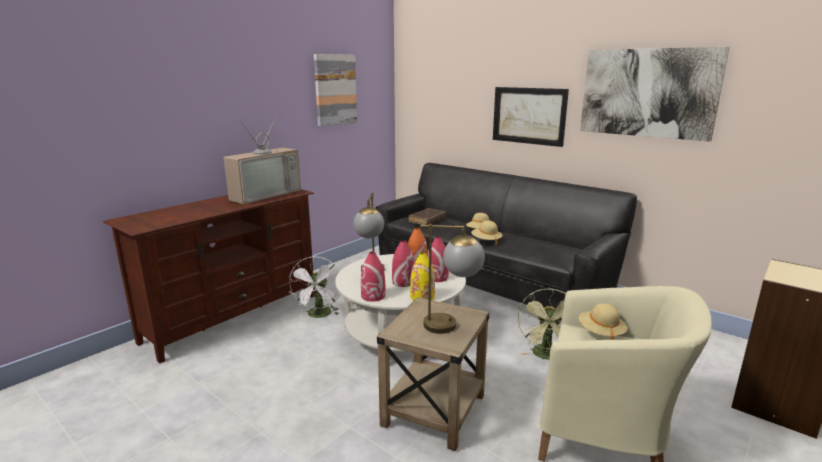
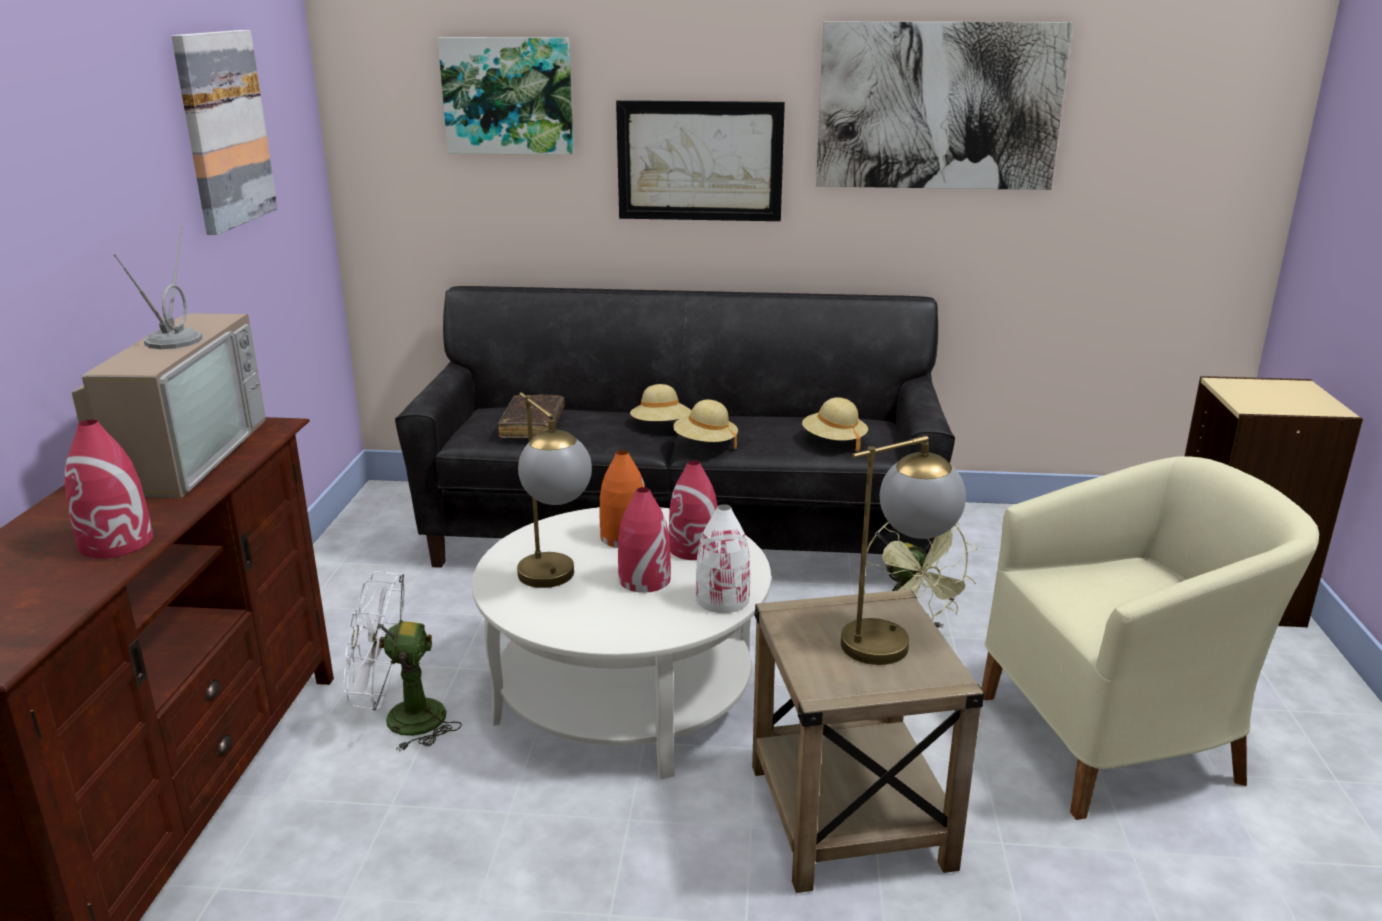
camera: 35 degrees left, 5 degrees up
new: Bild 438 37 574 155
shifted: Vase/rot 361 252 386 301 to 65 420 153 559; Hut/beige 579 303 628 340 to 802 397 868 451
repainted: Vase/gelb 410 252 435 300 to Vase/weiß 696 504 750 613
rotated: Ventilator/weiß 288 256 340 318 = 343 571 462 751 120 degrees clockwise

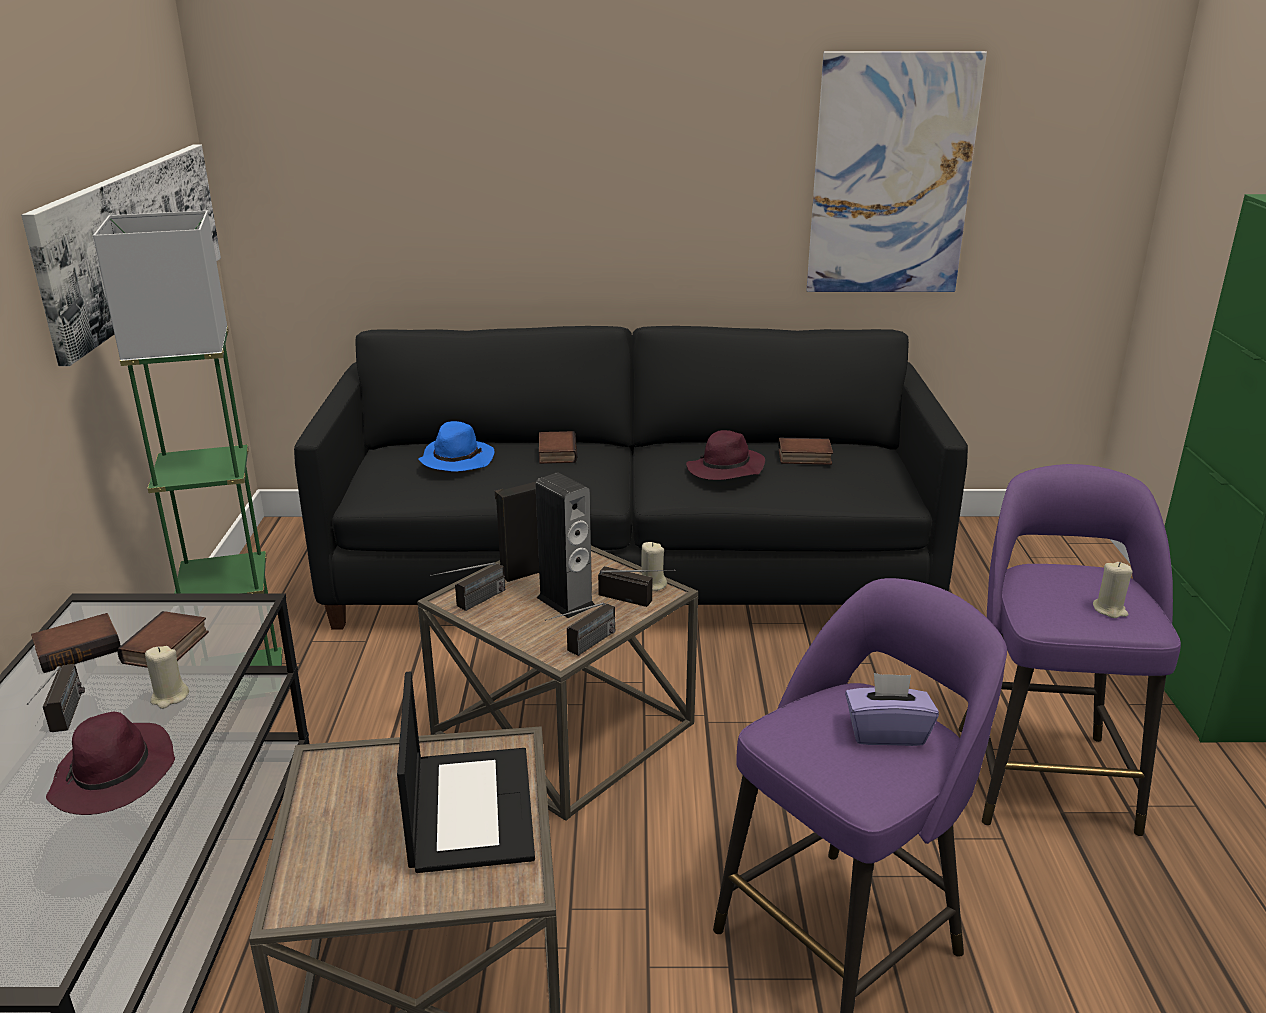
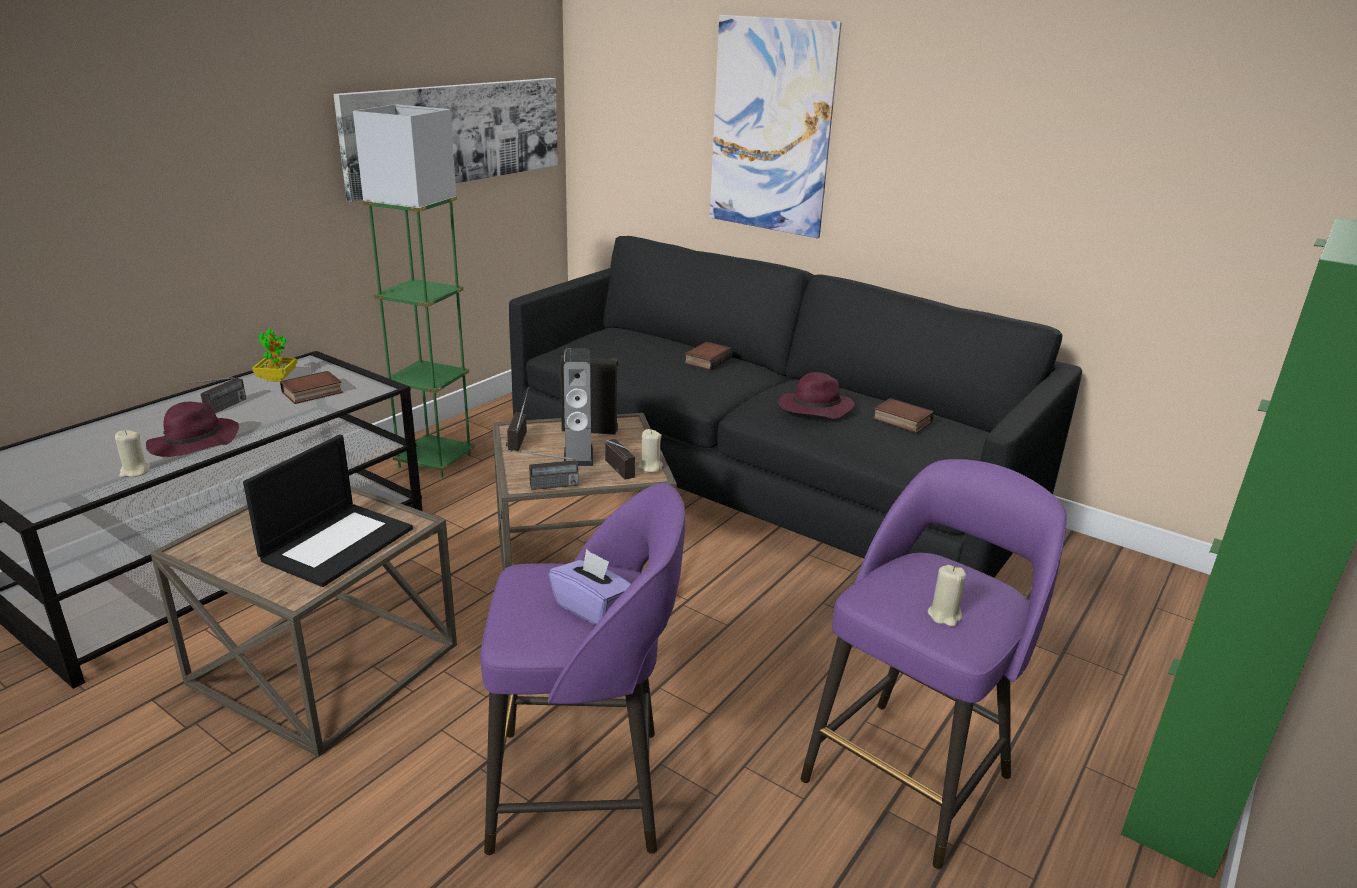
camera: 35 degrees right, 0 degrees up
gone: Hut/blau 418 421 494 472
shifted: Kerze/beige 145 646 189 709 to 115 430 150 477; Bild 806 51 987 292 to 710 15 842 238
swapped: Buch 31 613 121 673 to Topfpflanze 252 329 297 381
rotated: Radio 430 562 505 611 = 506 388 529 451 105 degrees clockwise

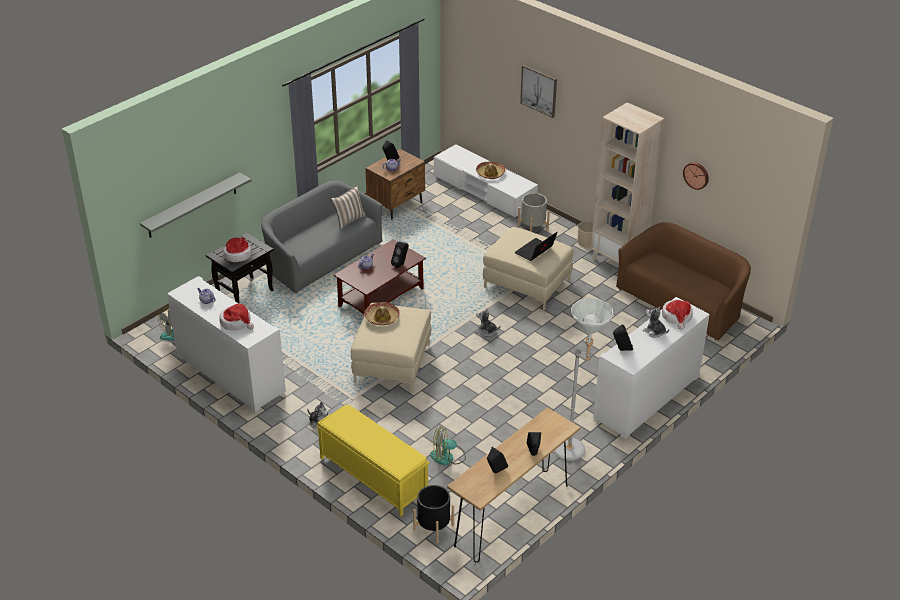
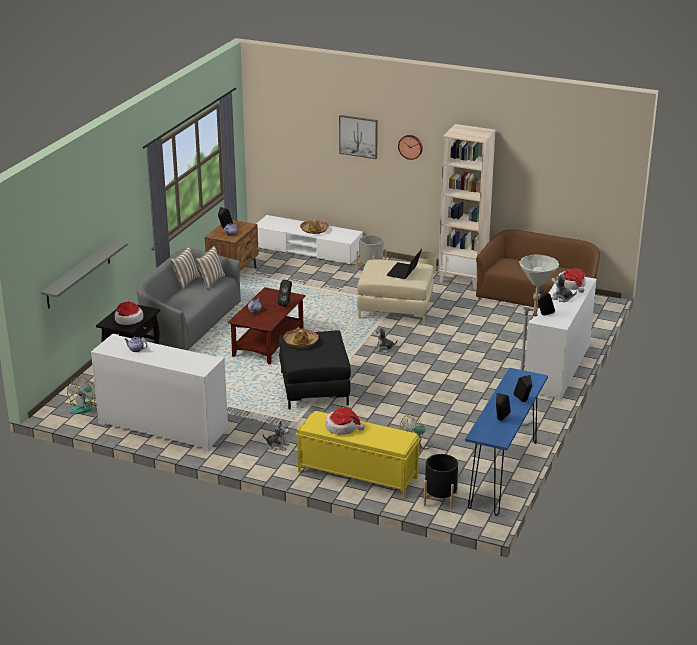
camera: 20 degrees left, 10 degrees down
new: Kissen 170 246 200 290
shifted: Hut 219 303 254 330 to 325 407 365 435; Wanduhr 683 162 709 190 to 398 135 423 160
repainted: Polsterhocker/beige 351 303 431 392 to Polsterhocker/schwarz 279 330 351 409; Konsolentisch/braun 447 407 580 563 to Konsolentisch/blau 465 368 548 516

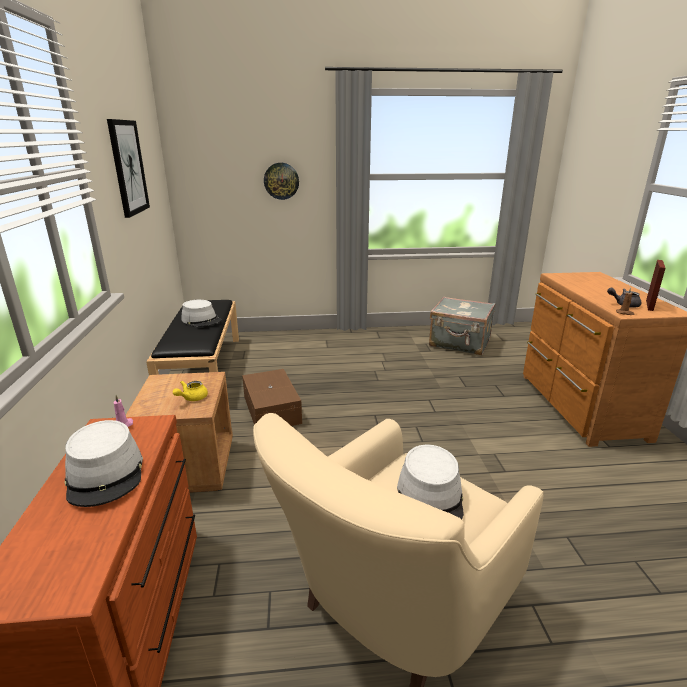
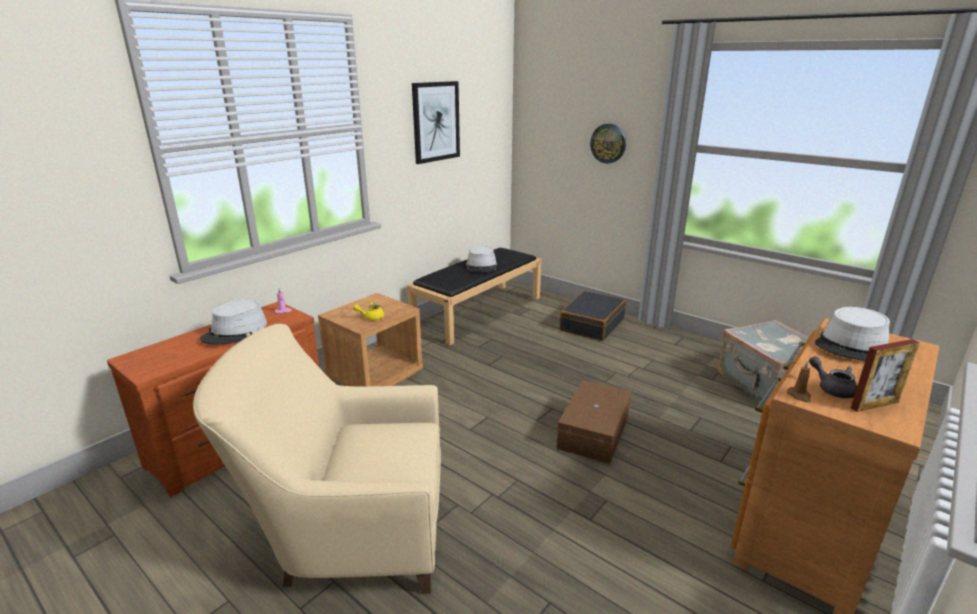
camera: 45 degrees right, 0 degrees up
new: Koffer/schwarz 559 291 626 341
shifted: Aufbewahrungsbox/braun 242 369 302 426 to 556 380 631 464; Hut/grau 397 445 464 519 to 815 307 890 361

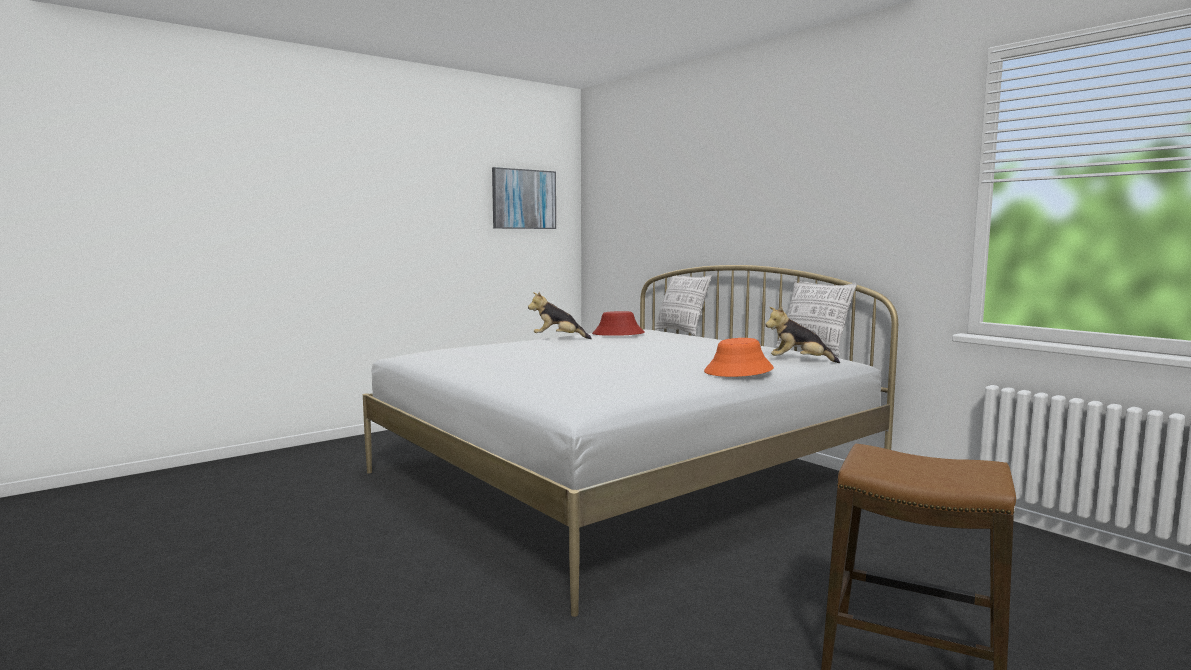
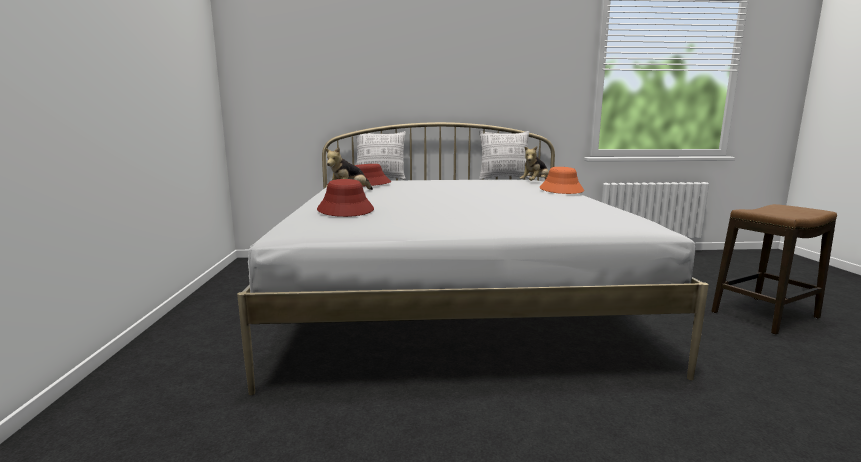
camera: 55 degrees left, 5 degrees up
gone: Bild 492 167 556 229
new: Hut/rot 317 179 374 217

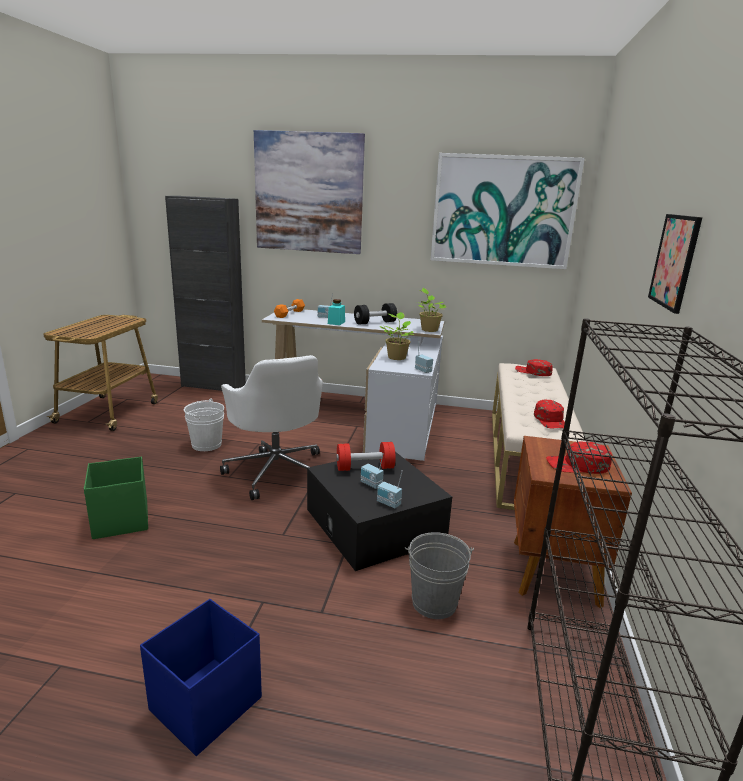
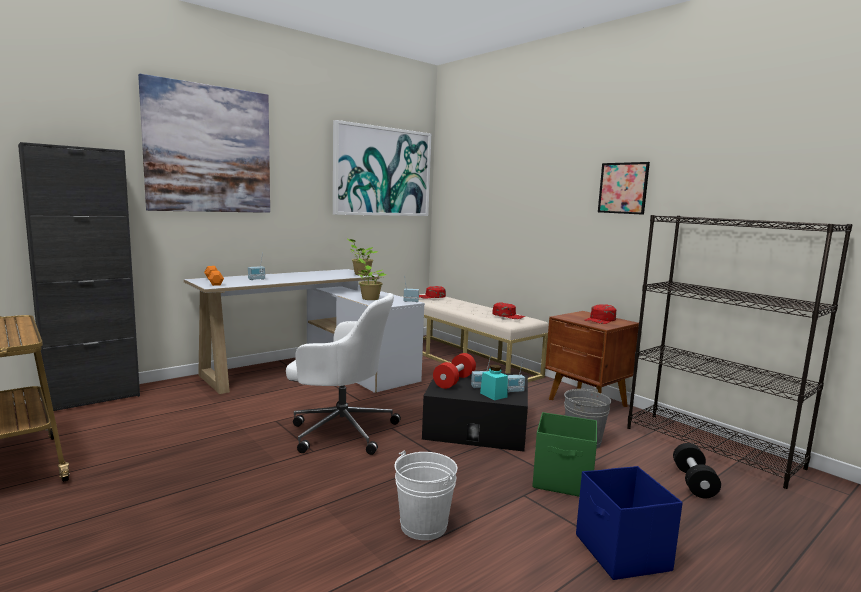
camera: 50 degrees left, 10 degrees down
shifted: Aufbewahrungsbox/grün 84 456 148 539 to 533 412 597 497; Eimer/weiß 184 399 224 451 to 395 451 457 540; Vorratsglas/türkis 328 299 345 325 to 480 365 508 400; Hantel/schwarz 354 303 397 325 to 673 443 721 498

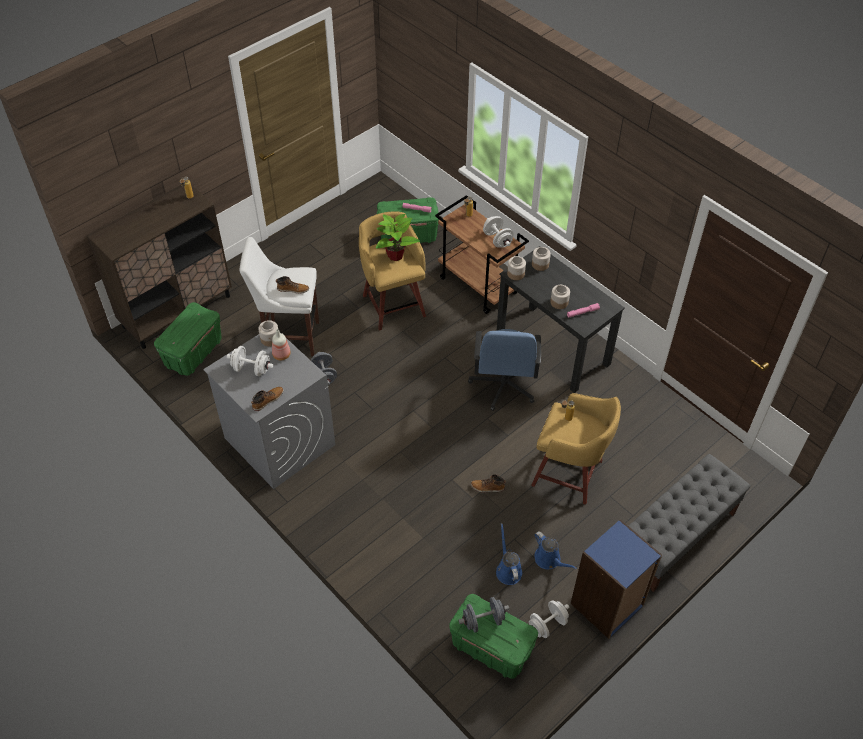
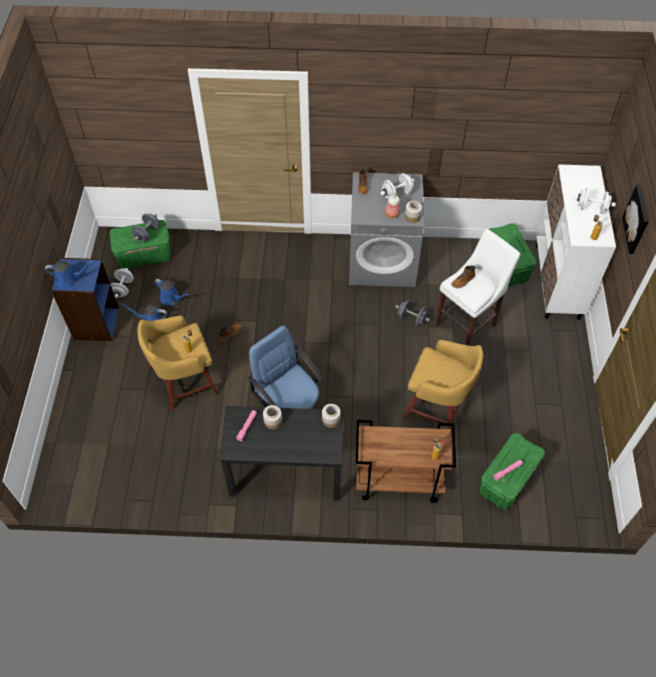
camera: 135 degrees right, 5 degrees up
gone: Topfpflanze 376 214 420 261; Vorratsglas 532 247 551 271; Bank/grau 628 454 750 592
new: Gießkanne/blau 44 261 93 289; Bild 622 185 649 254
shifted: Hantel/weiß 483 216 514 248 to 574 188 616 214
repainted: Schrank/braun 86 185 232 349 to Schrank/weiß 536 165 616 320

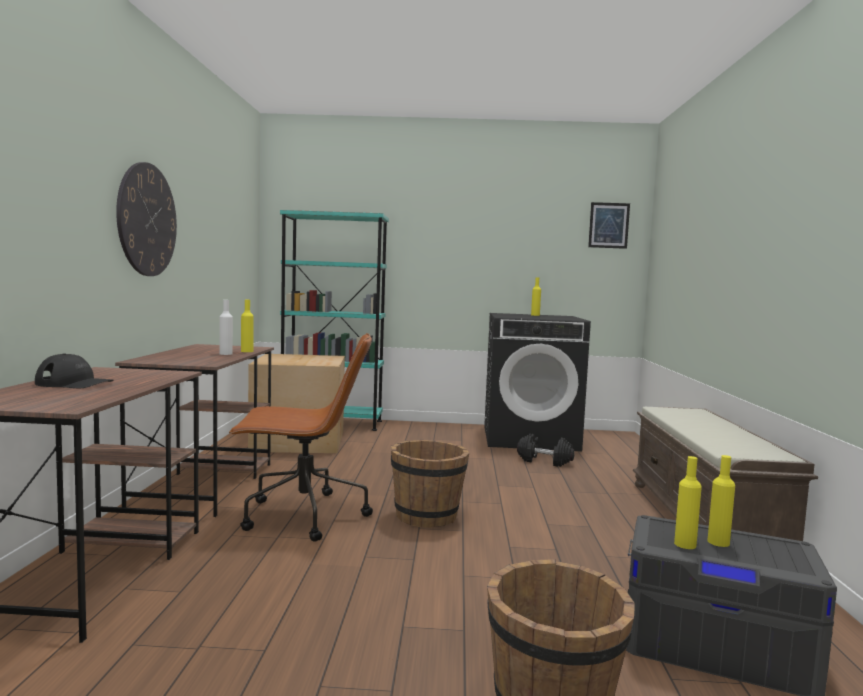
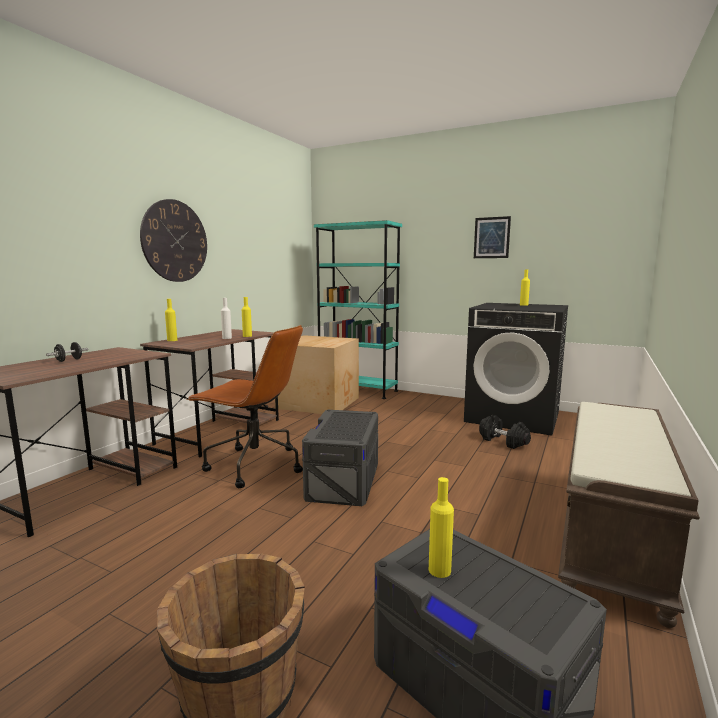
camera: 25 degrees right, 5 degrees up
shifted: Bild 588 202 630 249 to 474 216 511 258; Flasche/gelb 708 455 735 547 to 165 299 177 341
swapped: Kappe/schwarz 35 353 114 388 to Hantel/schwarz 46 342 88 362; Eimer/braun 391 440 469 528 to Aufbewahrungsbox/grau 302 410 378 506

